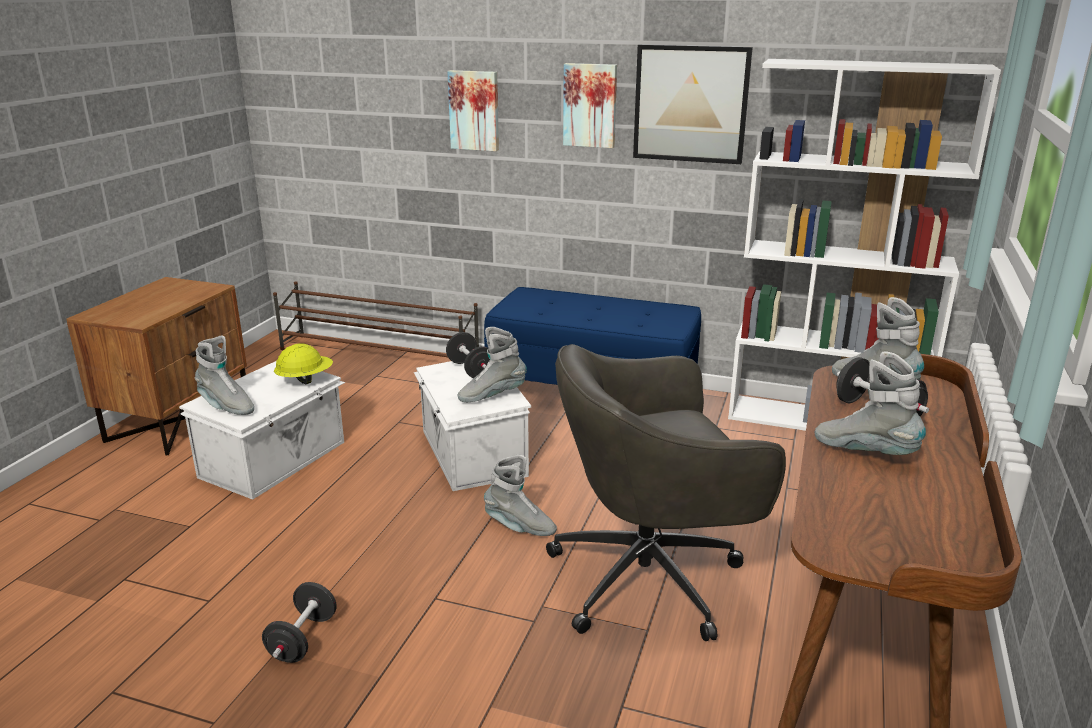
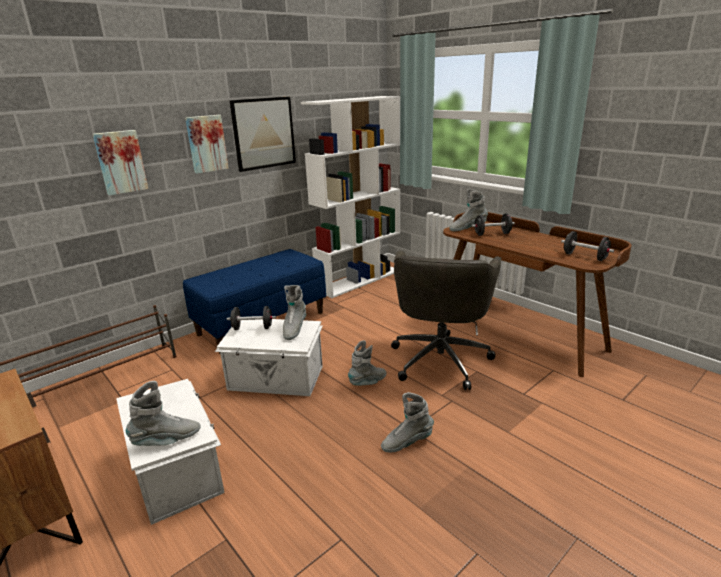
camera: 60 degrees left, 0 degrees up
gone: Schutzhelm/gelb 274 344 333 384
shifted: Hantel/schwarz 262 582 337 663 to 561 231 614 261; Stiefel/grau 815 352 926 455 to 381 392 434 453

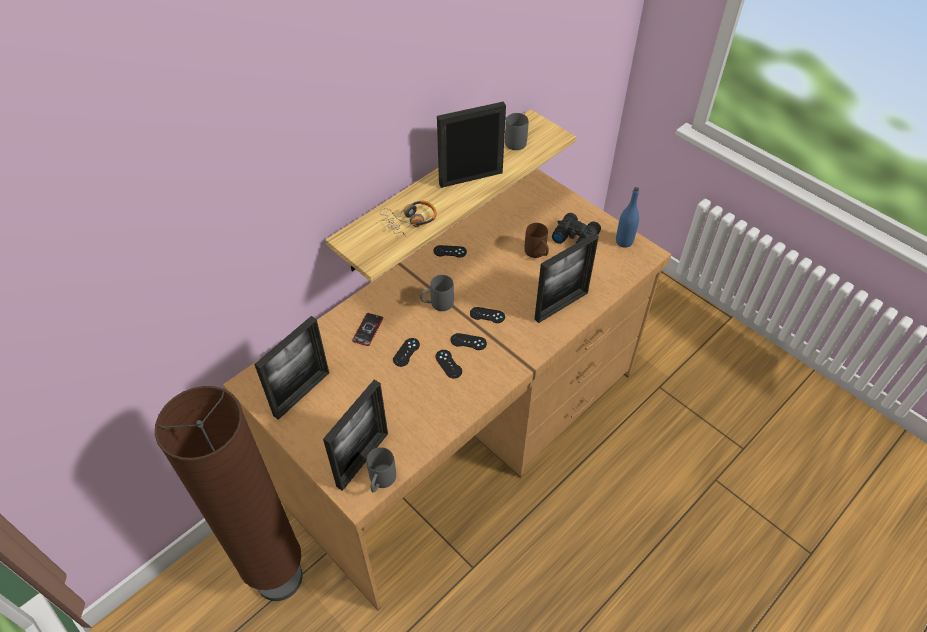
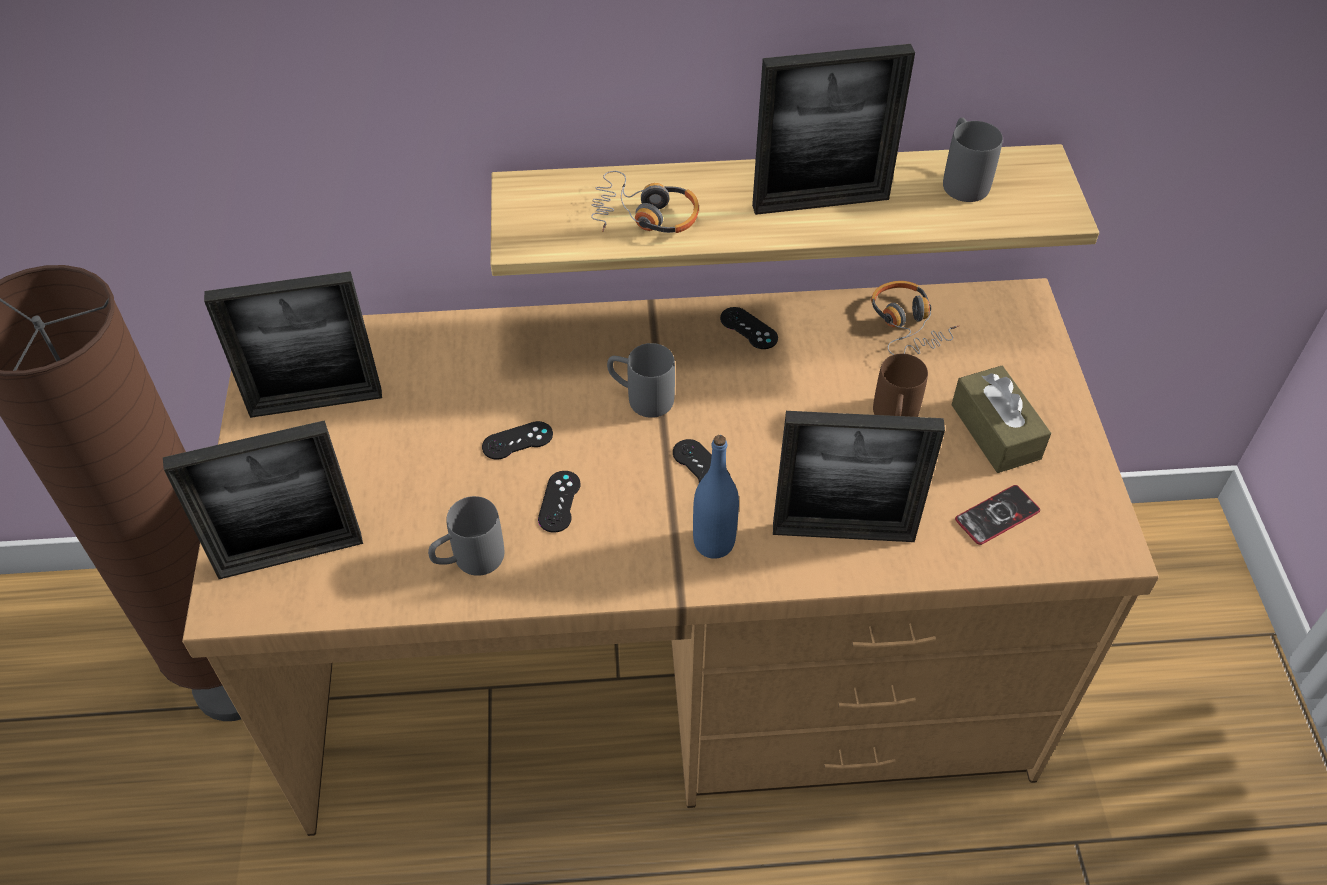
camera: 40 degrees right, 0 degrees up
gone: Gamepad/schwarz 451 333 487 350
new: Kopfhörer 871 281 960 355
shifted: Handy 352 313 383 346 to 955 485 1040 545; Henkelbecher/grau 367 447 396 492 to 428 496 504 576; Flasche/blau 616 187 639 248 to 693 435 739 559
swapped: Fernglas/schwarz 552 213 601 244 to Taschentuchbox/braun 951 366 1051 473
rotated: Bilderrahmen 437 101 506 188 = 752 44 915 215 150 degrees clockwise

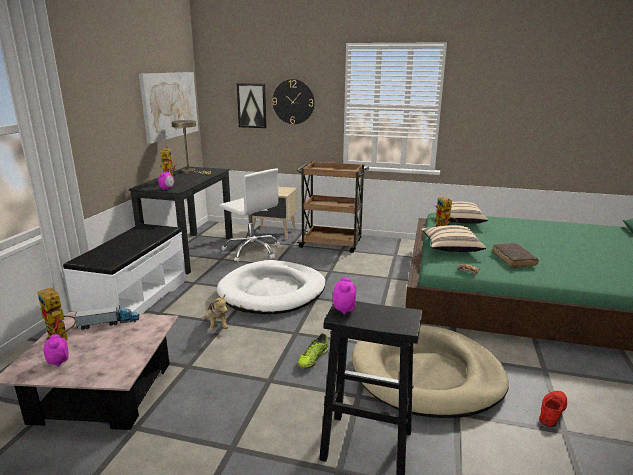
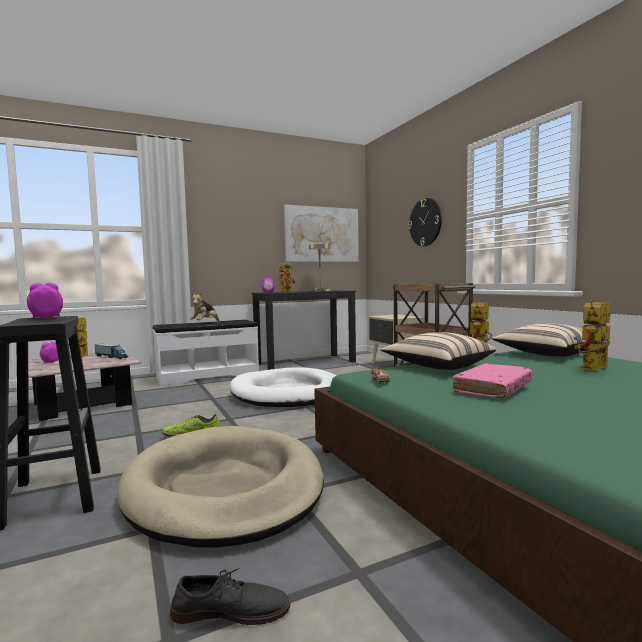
camera: 50 degrees right, 15 degrees down
gone: Bürostuhl/weiß 219 168 280 262; Bild 237 83 267 128
new: Spielzeugroboter 574 300 611 370
shifted: Plüschtier 202 293 228 331 to 190 292 219 321
repainted: Buch/braun 492 243 539 268 to Buch/rosa 453 363 532 398; Schuh/rot 539 391 567 427 to Schuh/grau 170 568 290 625

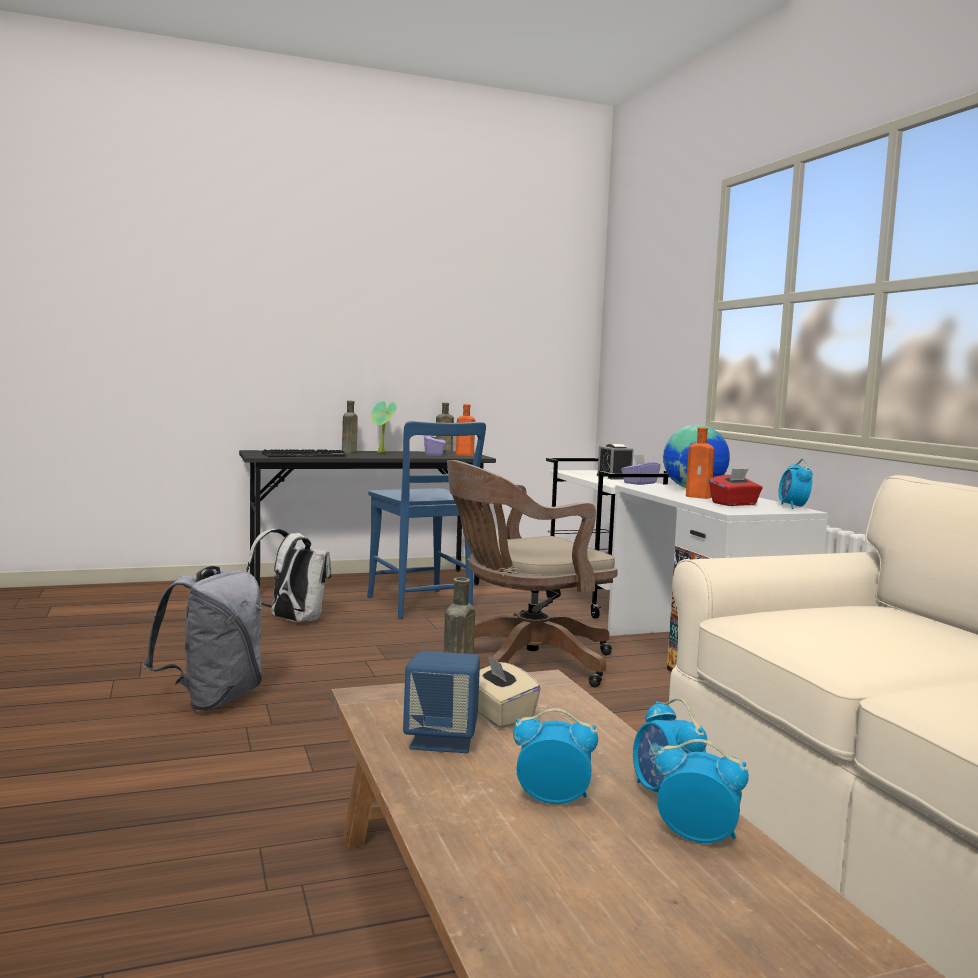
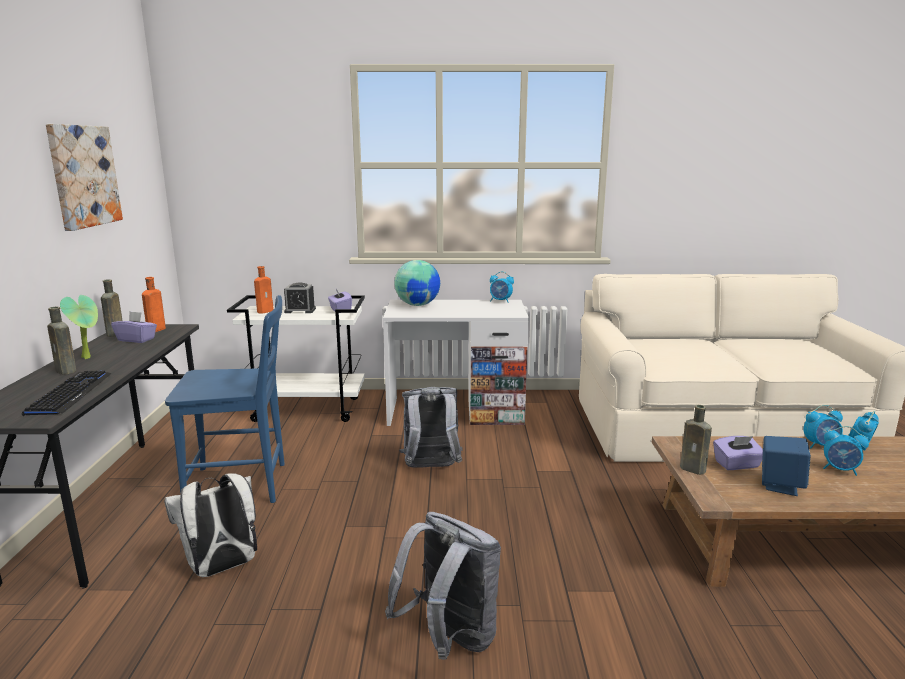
camera: 70 degrees left, 10 degrees up
gone: Taschentuchbox/rot 709 469 763 506
new: Bild 46 124 123 231
shifted: Flasche/orange 686 427 715 499 to 254 266 274 313
swapped: Bürostuhl/braun 447 460 618 688 to Rucksack/grau 399 387 462 468
repainted: Taschentuchbox/beige 478 655 541 728 to Taschentuchbox/lila 713 436 763 470
rotated: Wecker 513 708 598 804 = 823 426 869 476 90 degrees counterclockwise

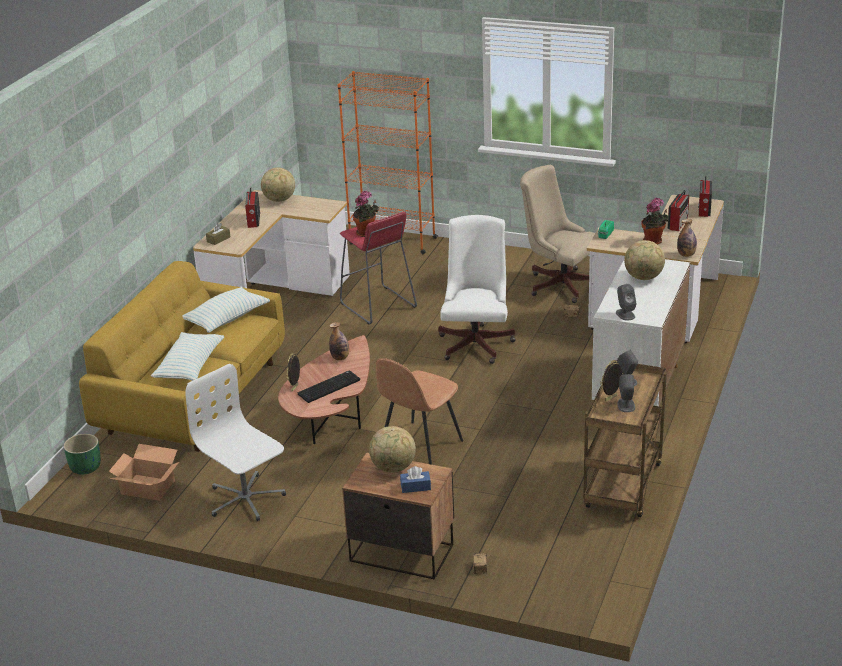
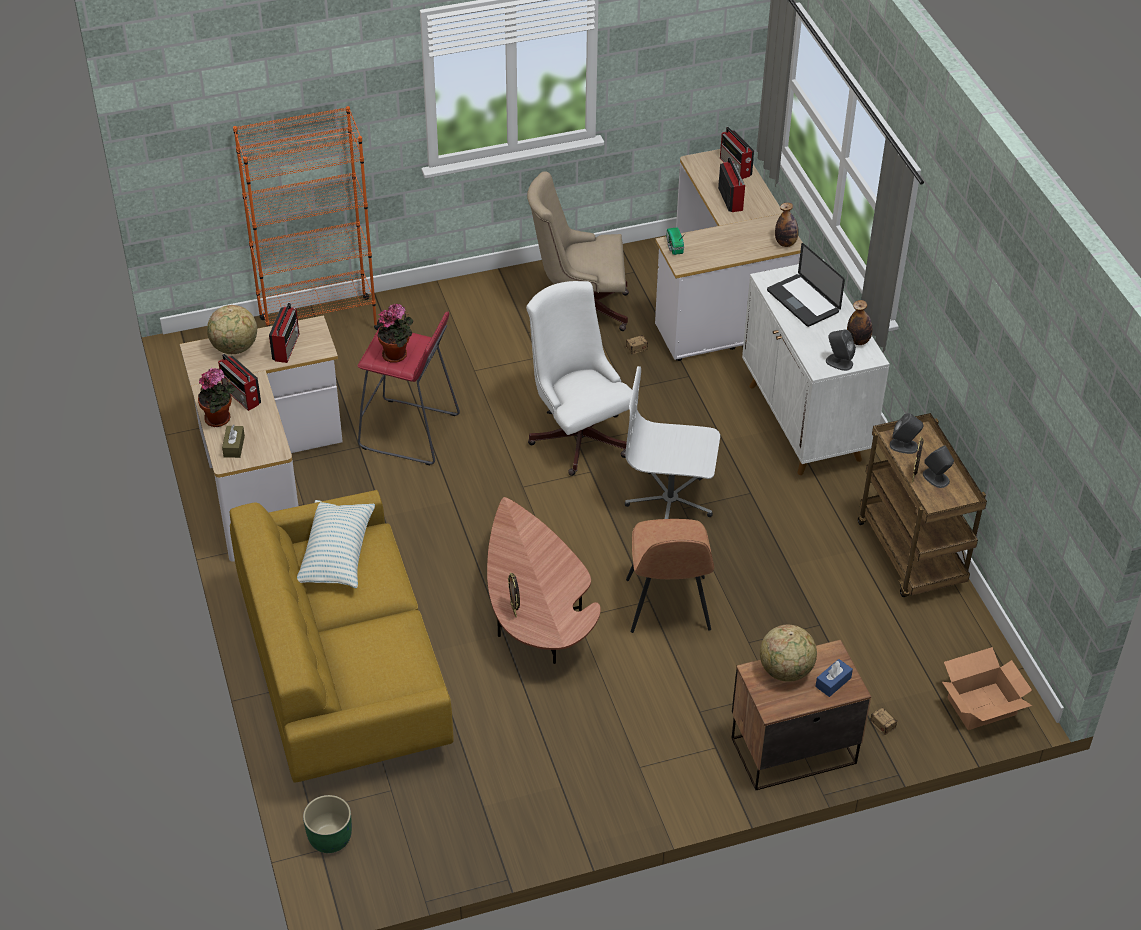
camera: 40 degrees left, 15 degrees up
gone: Kissen 151 332 224 381; Tastatur 298 370 360 403
new: Radio 269 303 299 363
shifted: Karton 109 444 179 501 to 942 647 1032 730; Bürostuhl/weiß 185 364 286 521 to 625 366 720 519; Flasche 329 322 349 360 to 847 300 872 345; Topfpflanze 641 198 669 245 to 198 368 235 427
swapped: Globus 624 240 665 280 to Laptop 767 243 845 327

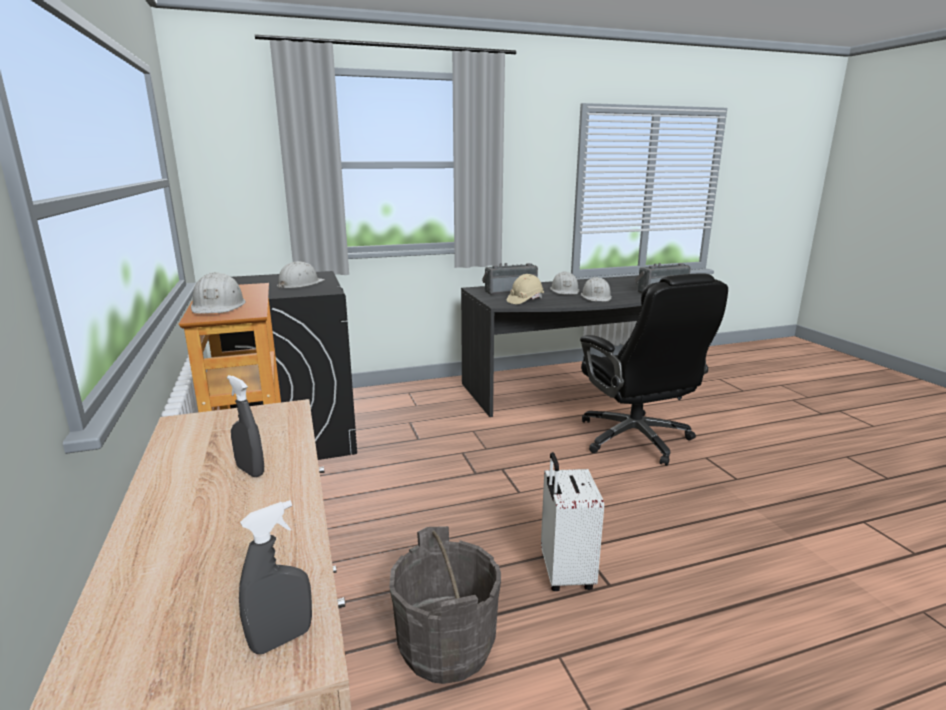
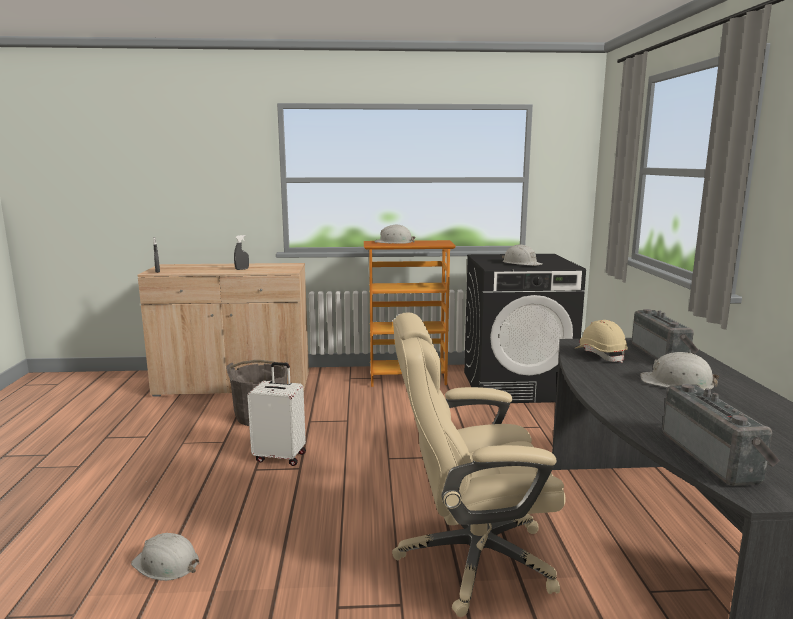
camera: 105 degrees right, 5 degrees down
shifted: Schutzhelm/weiß 581 277 612 301 to 131 533 199 581
repainted: Bürostuhl/schwarz 580 273 728 466 to Bürostuhl/beige 392 312 566 617

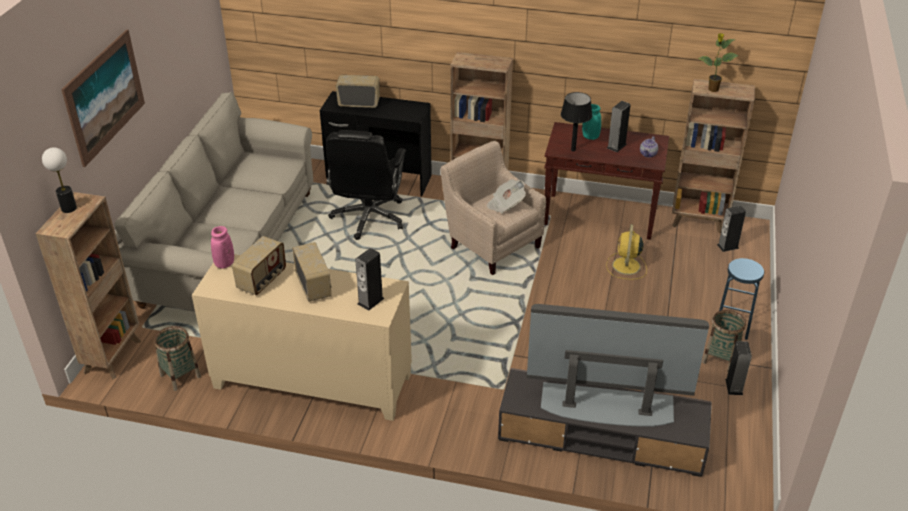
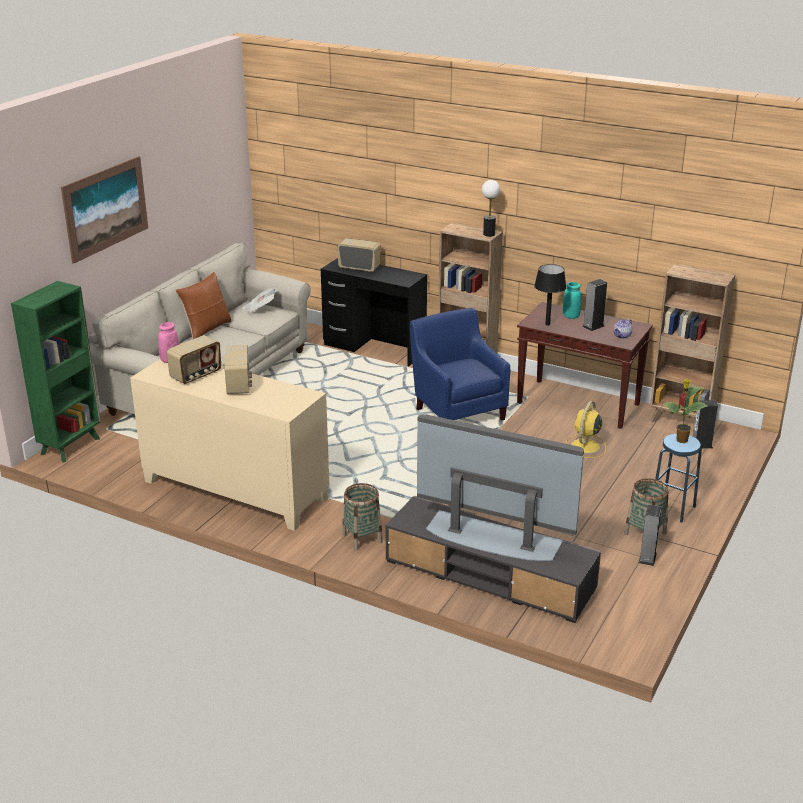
camera: 15 degrees right, 10 degrees down
gone: Bürostuhl/schwarz 326 130 406 240; Lautsprecher 355 248 384 311
new: Kissen/braun 175 272 232 339
shifted: Tischlampe 42 147 77 213 to 482 180 500 237; Korb 154 326 201 391 to 342 483 383 551; Zeitung 486 179 526 214 to 242 288 277 313; Topfpflanze 698 33 739 92 to 662 379 707 443
repainted: Bücherregal/braun 36 192 141 379 to Bücherregal/grün 11 281 101 462; Sessel/beige 441 141 546 275 to Sessel/blau 410 308 510 421

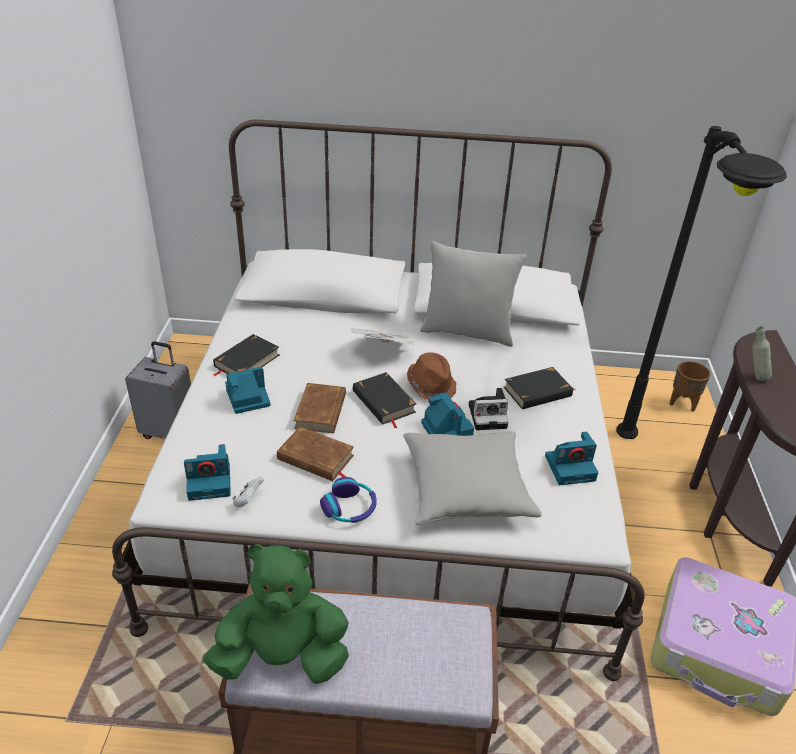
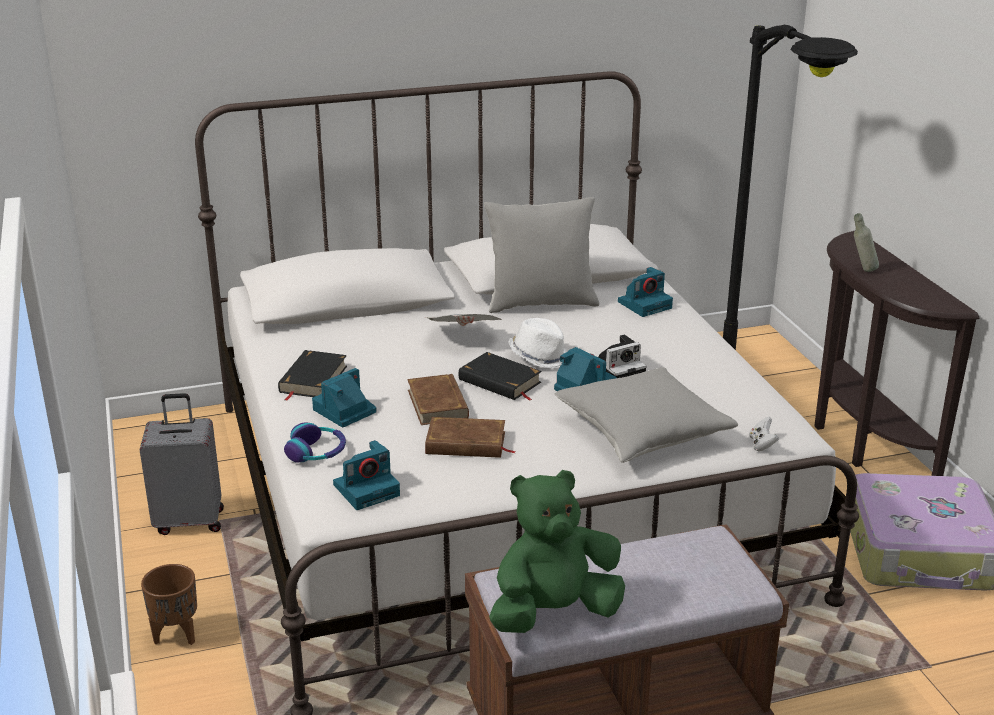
camera: 20 degrees left, 10 degrees down
gone: Buch/schwarz 504 367 575 409
shifted: Gamepad/weiß 232 477 264 507 to 750 417 779 451; Kopfhörer 320 477 377 523 to 284 422 346 463; Kamera 545 432 598 485 to 618 267 673 317; Pflanzkübel/braun 669 361 711 411 to 141 564 197 645
repainted: Hut/braun 407 352 457 400 to Hut/weiß 509 318 567 369

